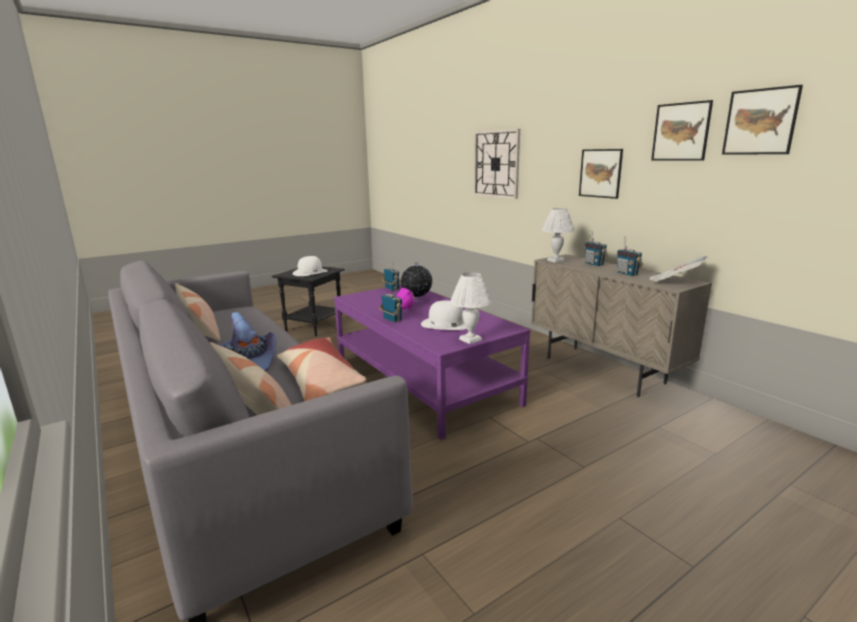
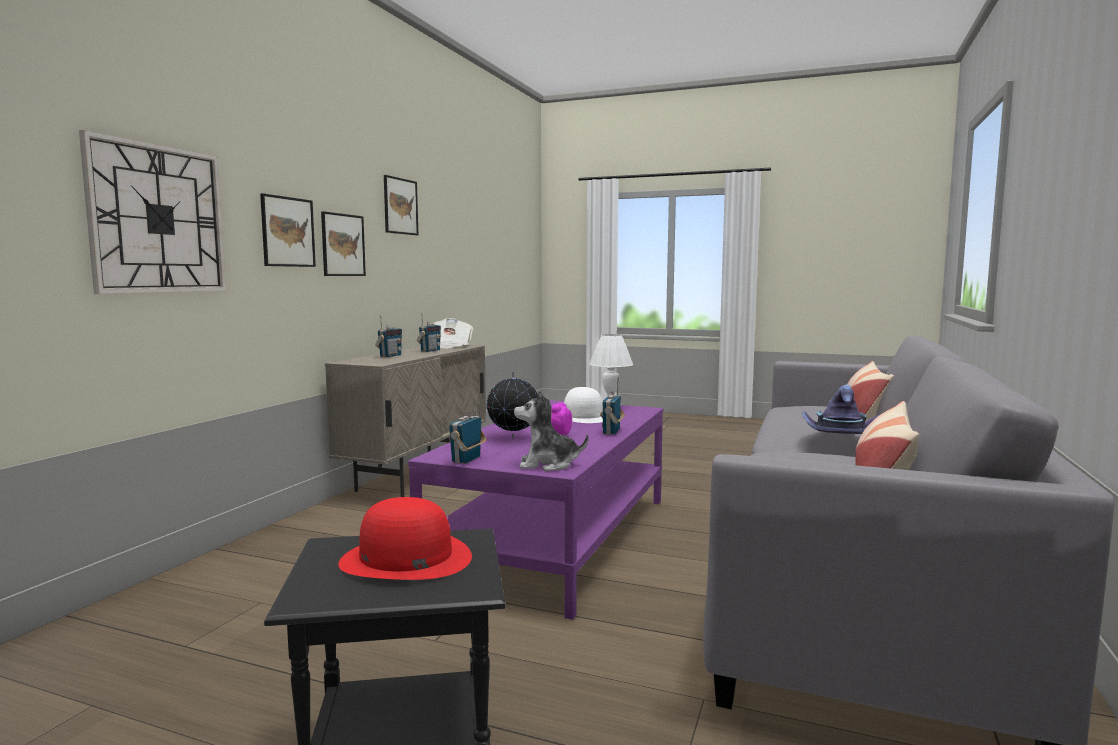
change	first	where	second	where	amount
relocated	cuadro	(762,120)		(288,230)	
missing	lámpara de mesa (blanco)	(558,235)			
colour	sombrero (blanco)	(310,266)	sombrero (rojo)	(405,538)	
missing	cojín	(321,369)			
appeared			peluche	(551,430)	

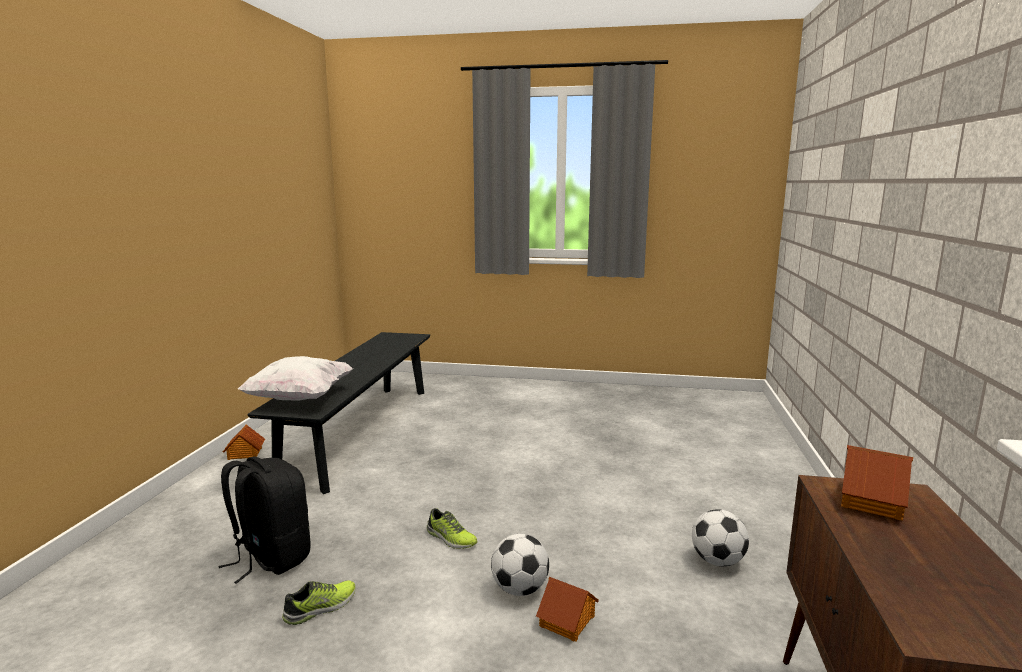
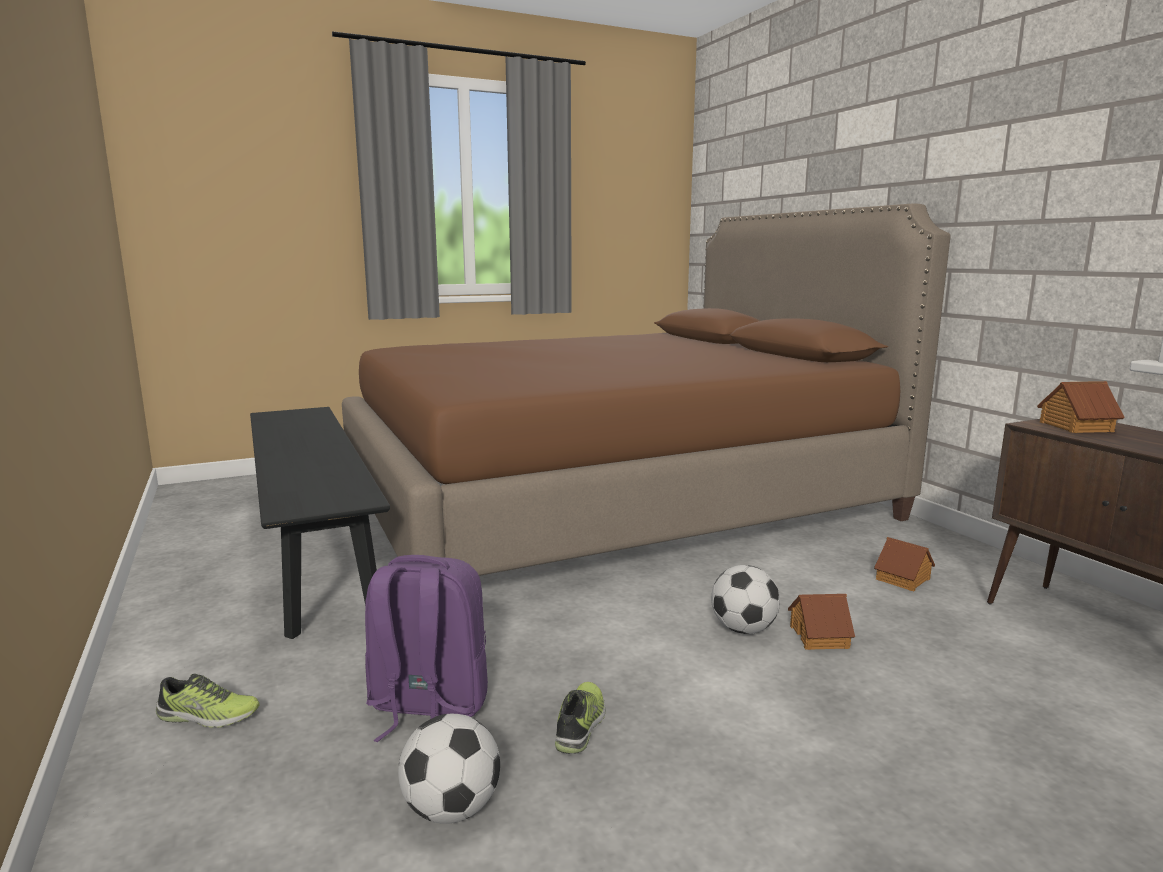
change	first	where	second	where	amount
missing	cojín (blanco)	(295,378)			
relocated	casita	(244,442)		(904,564)	
colour	mochila (negro)	(264,520)	mochila (morado)	(426,648)	
relocated	zapato	(452,528)		(208,701)	
relocated	balón de fútbol	(720,537)		(449,769)	
appeared			cama (marrón)	(646,390)	

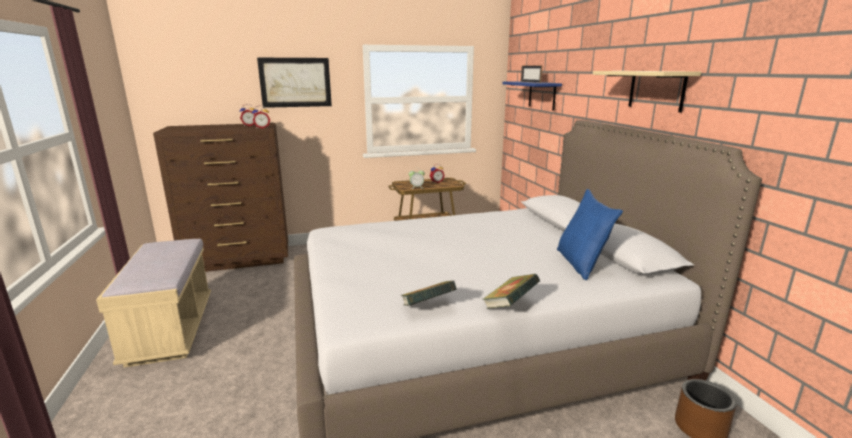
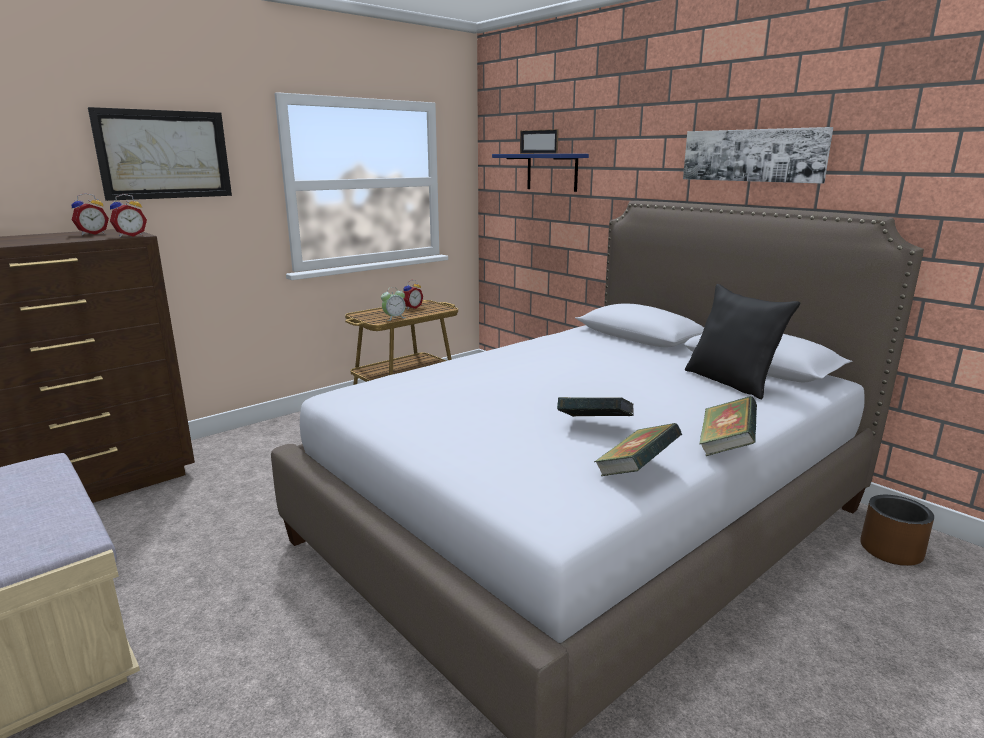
change	first	where	second	where	amount
exchanged	estante (beis)	(647,91)	cuadro	(758,155)	
colour	cojín (azul)	(590,234)	cojín (negro)	(742,341)	
appeared			libro	(595,407)	

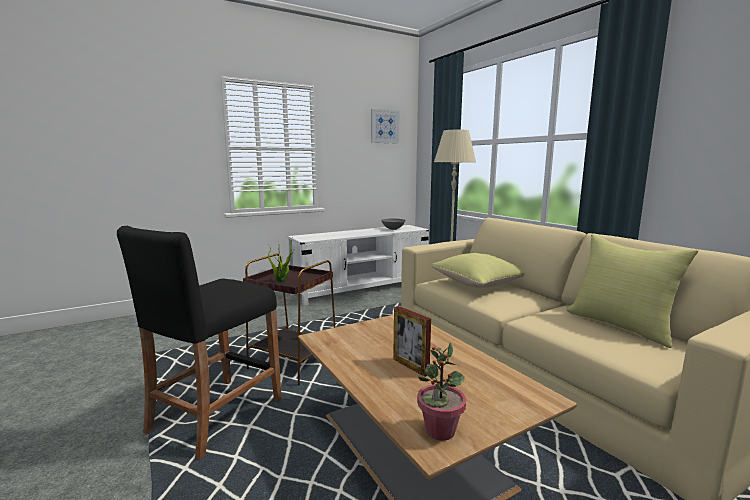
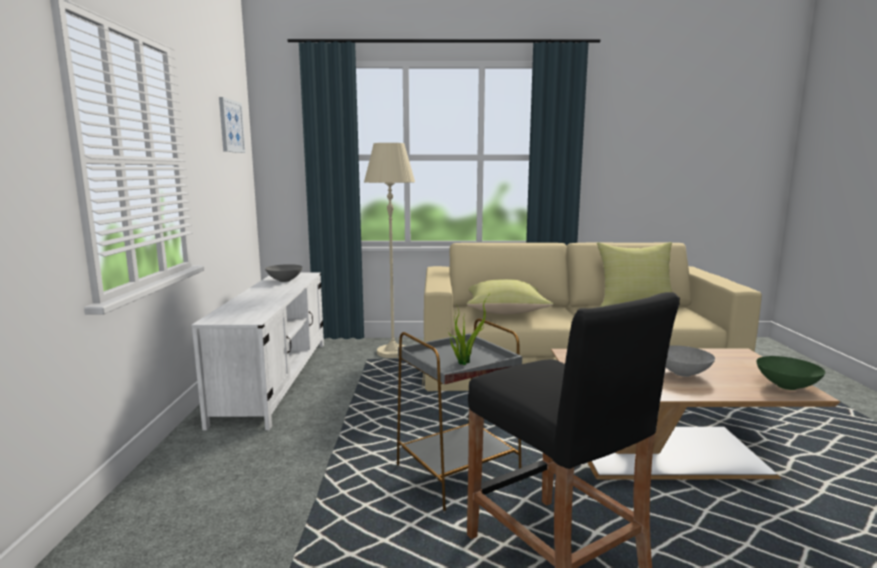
change	first	where	second	where	amount
colour	mesa auxiliar (marrón)	(289,319)	mesa auxiliar (gris)	(459,416)	
exchanged	portarretratos	(412,341)	cuenco (gris)	(690,361)	
exchanged	planta en maceta	(441,391)	cuenco (verde)	(790,373)	

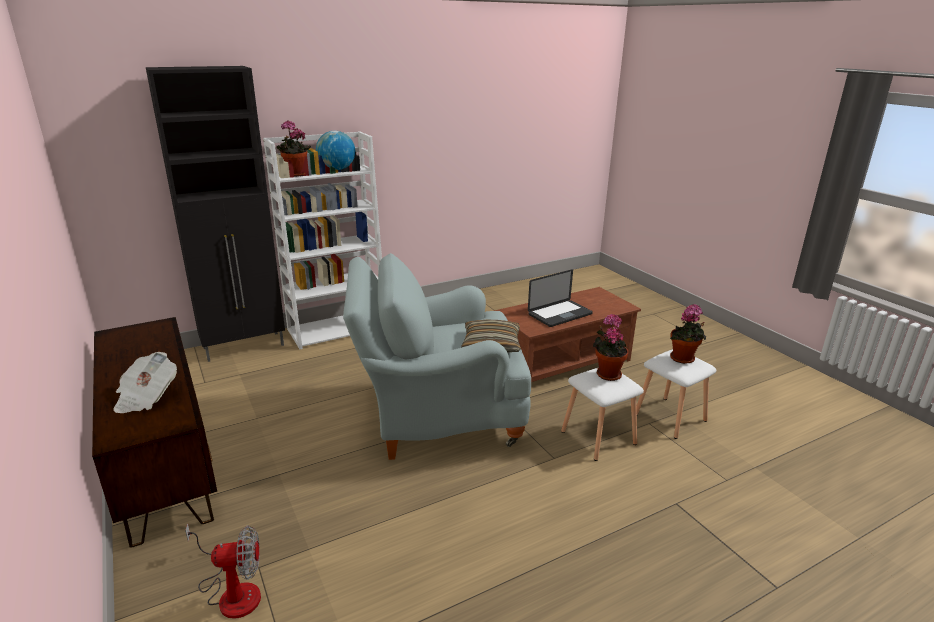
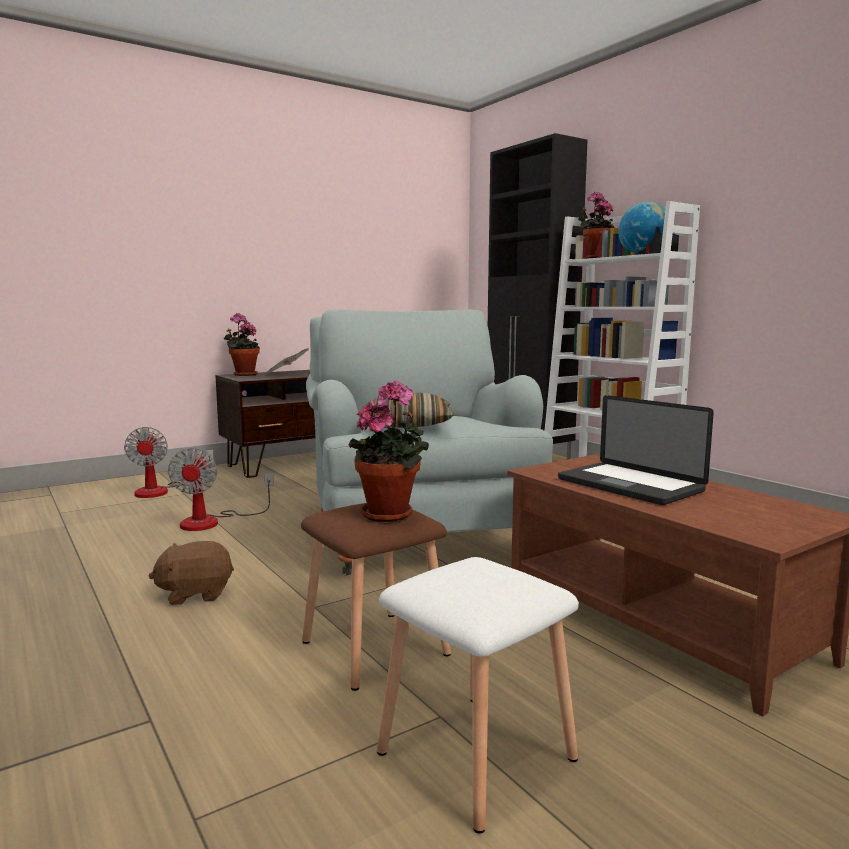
change	first	where	second	where	amount
relocated	planta en maceta	(688,334)		(241,344)	
colour	taburete (blanco)	(602,414)	taburete (marrón)	(376,597)	
appeared			ventilador	(221,489)	
appeared			peluche (marrón)	(191,573)	

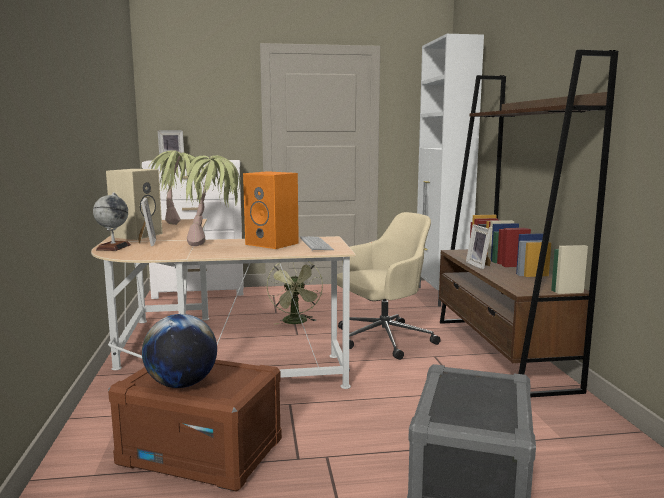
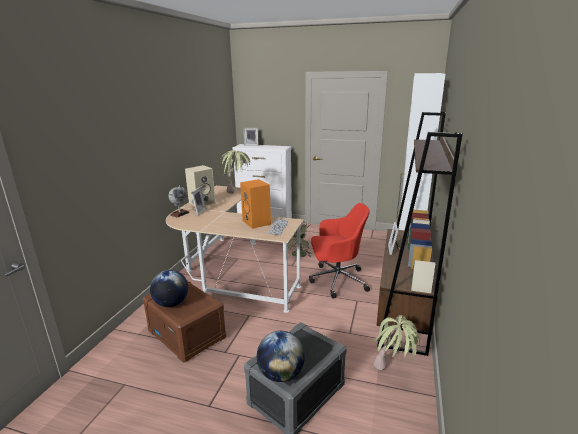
change	first	where	second	where	amount
relocated	planta en maceta	(210,200)		(396,342)	
colour	silla de oficina (beis)	(389,286)	silla de oficina (rojo)	(339,250)	
appeared			globo terráqueo	(281,356)	

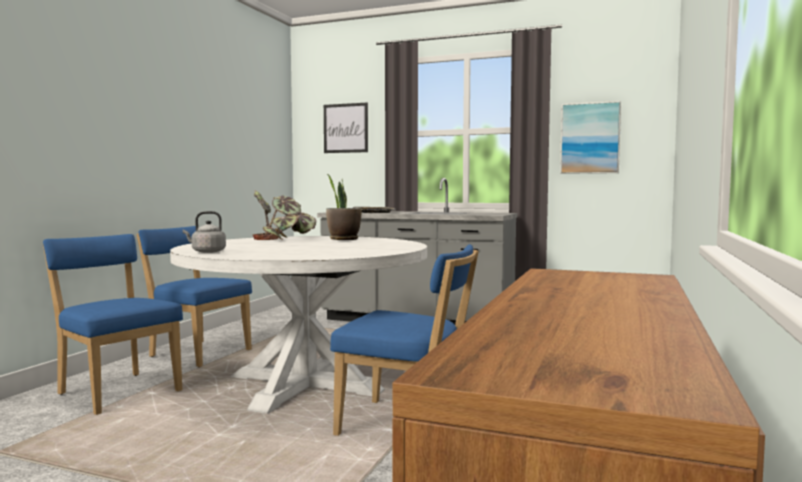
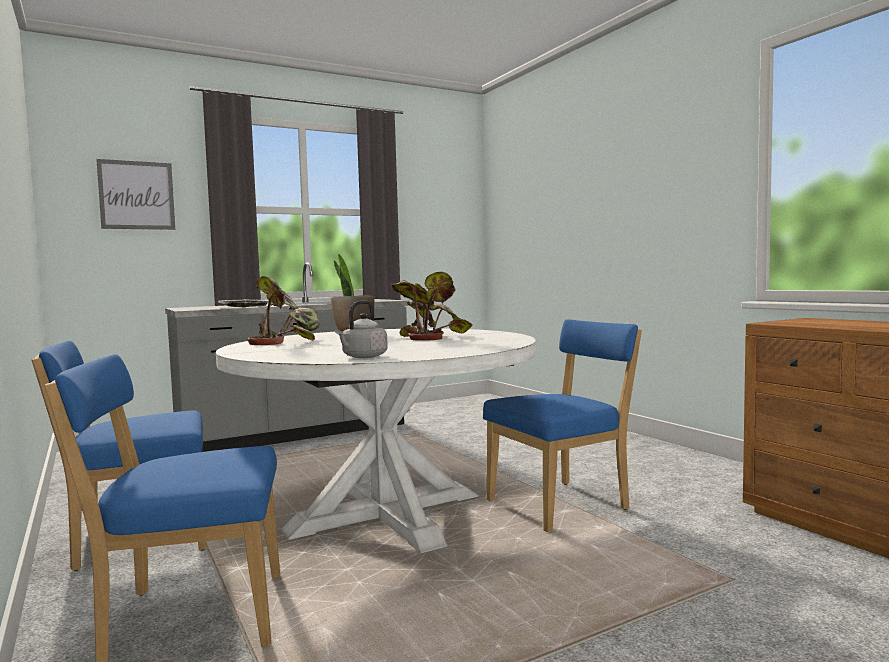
change	first	where	second	where	amount
missing	cuadro	(590,137)			
appeared			planta en maceta	(432,306)	

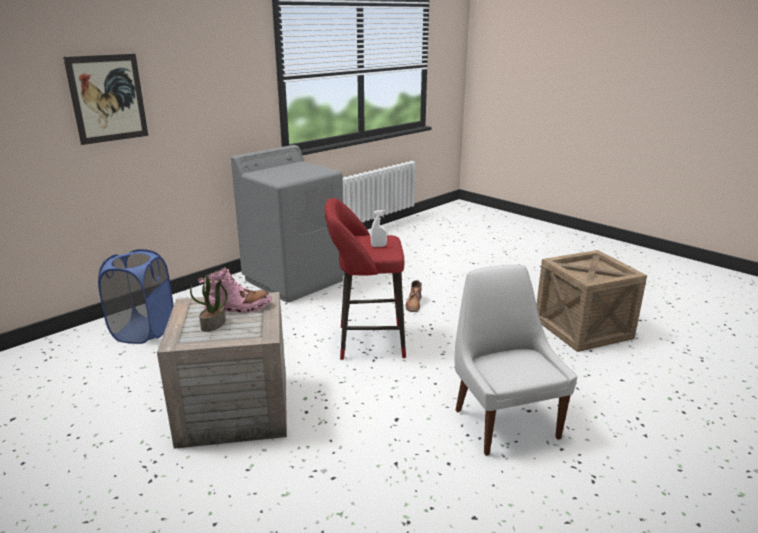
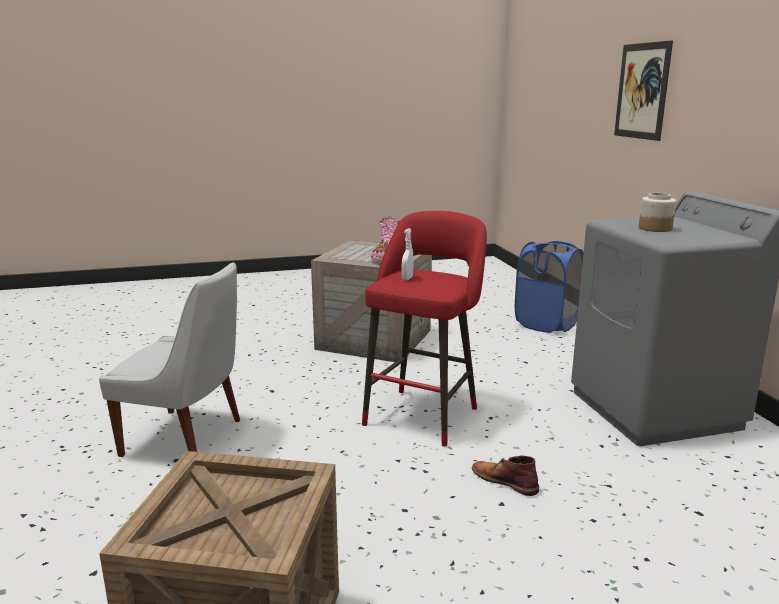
change	first	where	second	where	amount
missing	planta en maceta	(209,303)			
appeared			tarro	(657,212)	

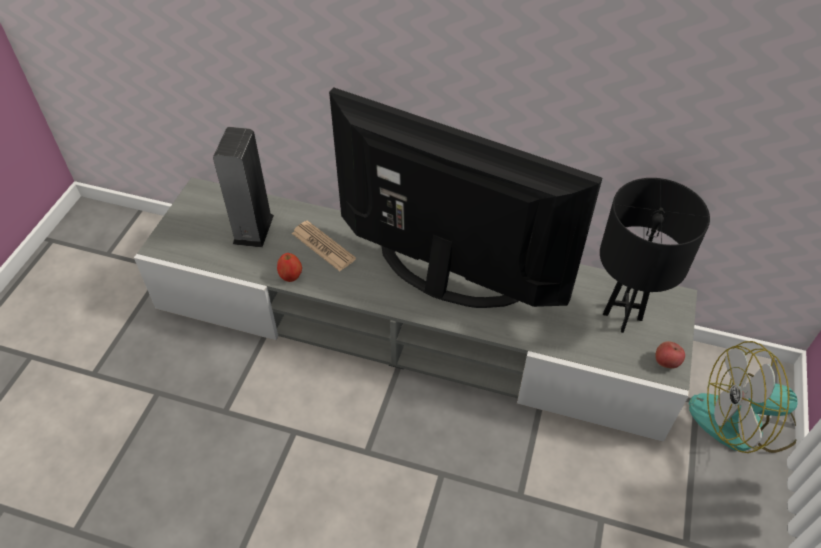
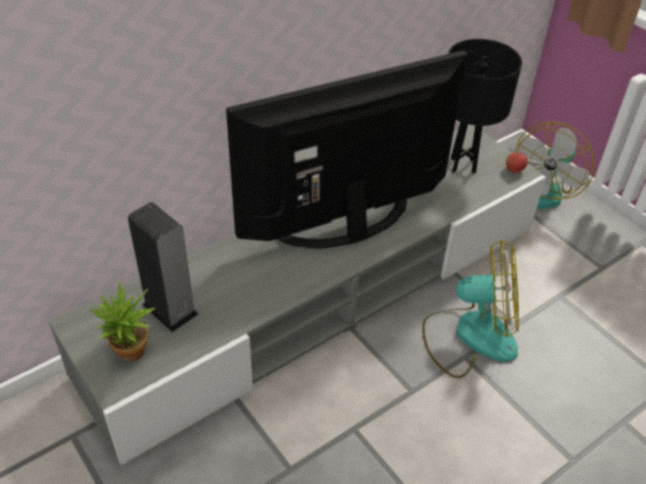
change	first	where	second	where	amount
missing	periódico	(324,245)			
missing	manzana	(289,267)			
appeared			ventilador	(470,309)	
appeared			planta en maceta	(122,321)	

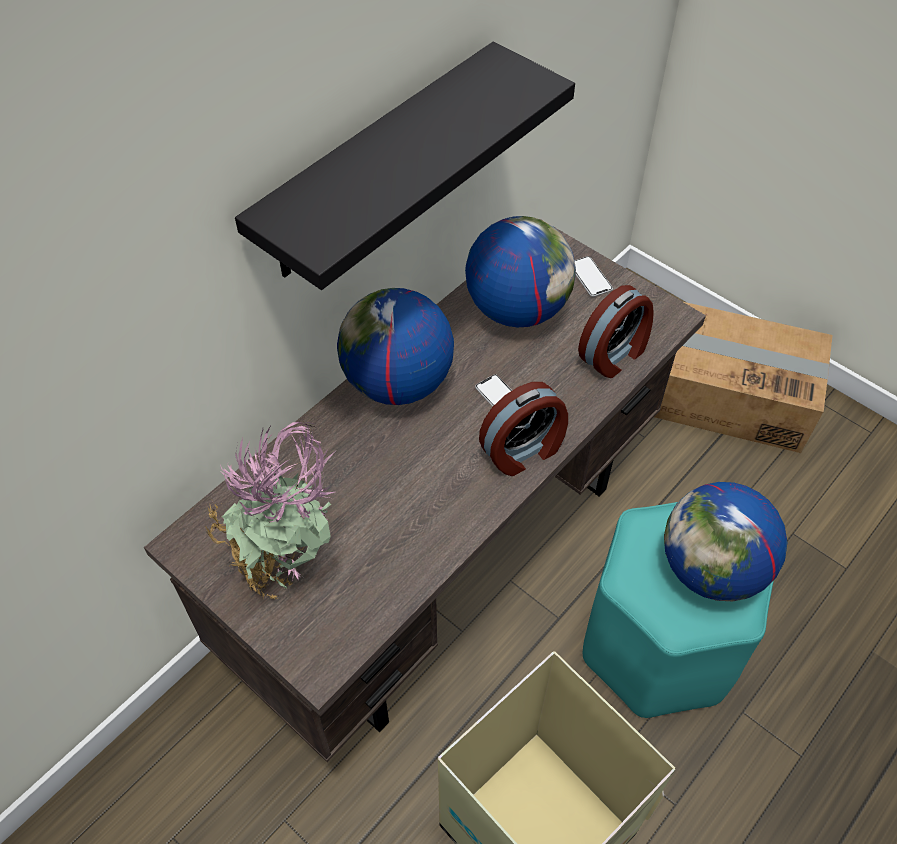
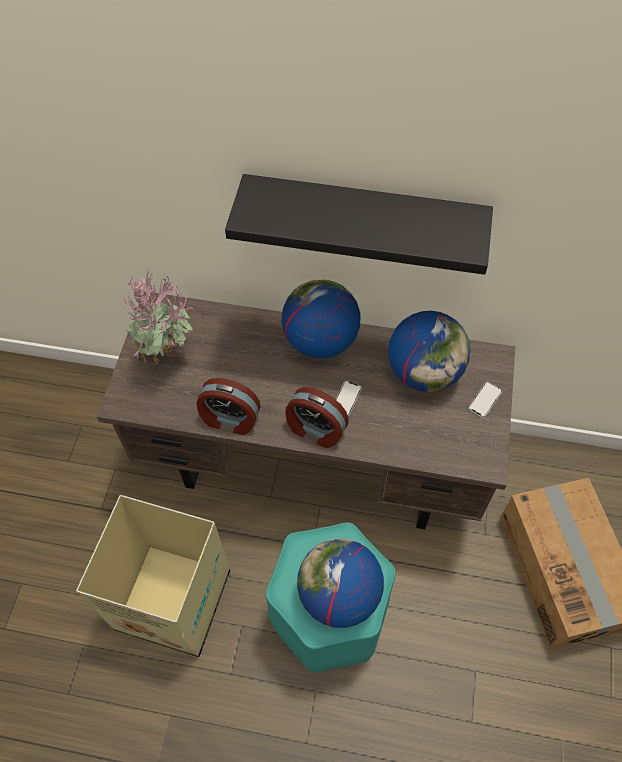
change	first	where	second	where	amount
relocated	despertador	(616,331)		(228,406)	

